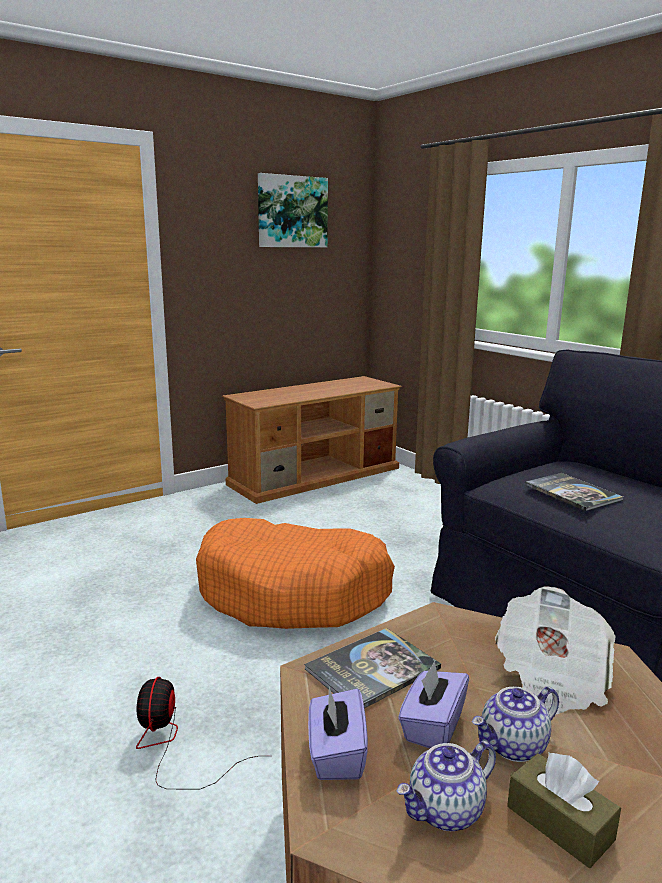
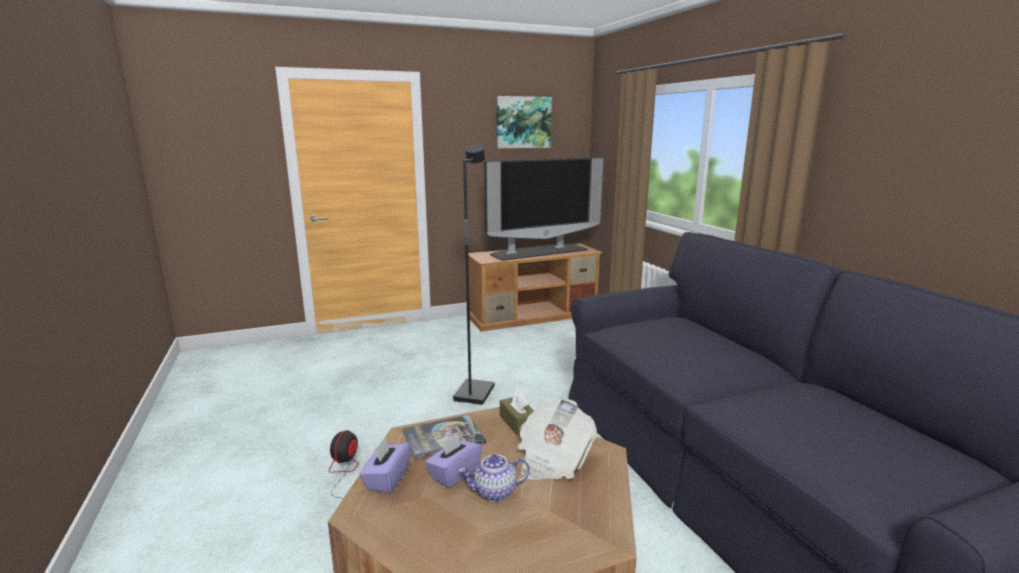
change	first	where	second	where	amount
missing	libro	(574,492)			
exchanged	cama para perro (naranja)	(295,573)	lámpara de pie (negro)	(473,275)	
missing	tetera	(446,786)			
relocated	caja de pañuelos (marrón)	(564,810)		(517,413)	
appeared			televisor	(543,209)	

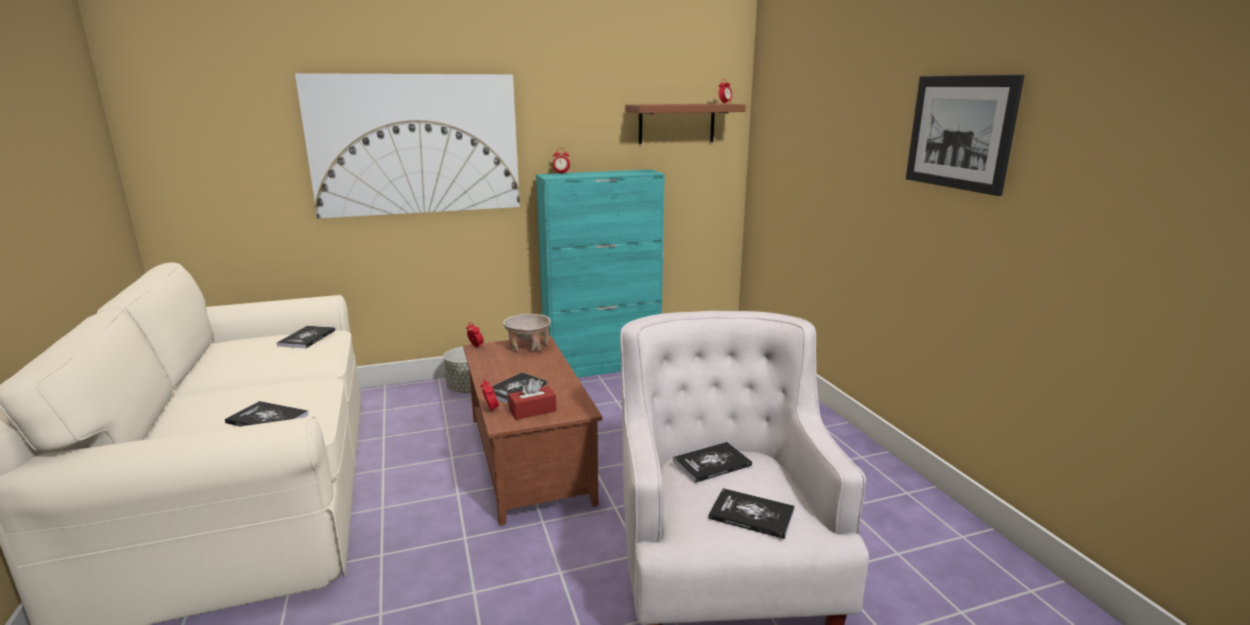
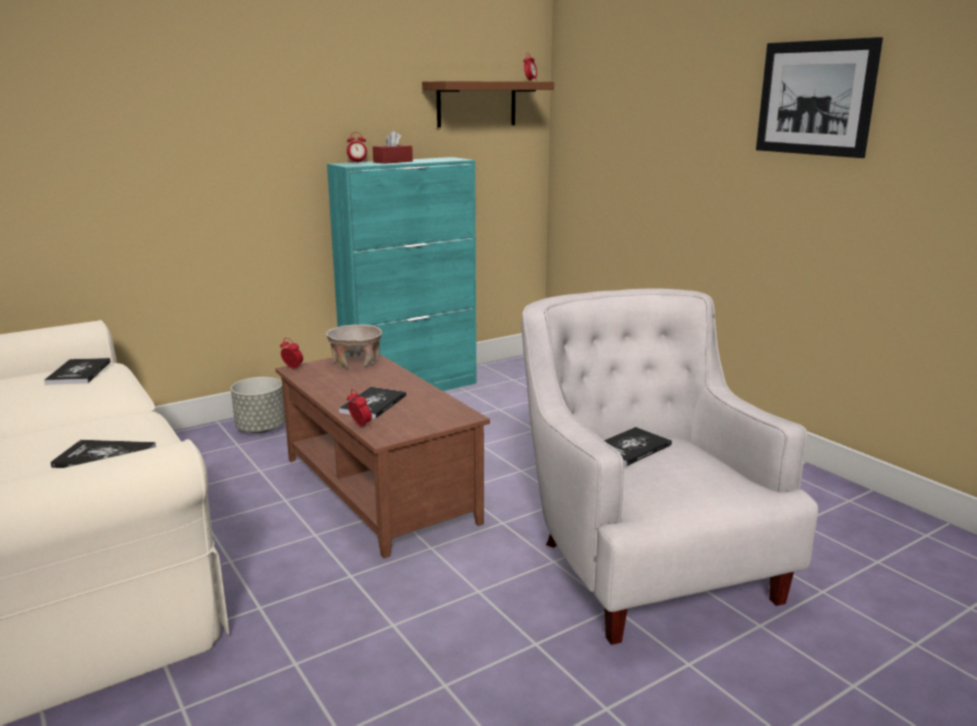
change	first	where	second	where	amount
missing	cuadro	(407,146)			
relocated	caja de pañuelos (rojo)	(532,399)		(393,147)	
missing	libro	(752,513)			

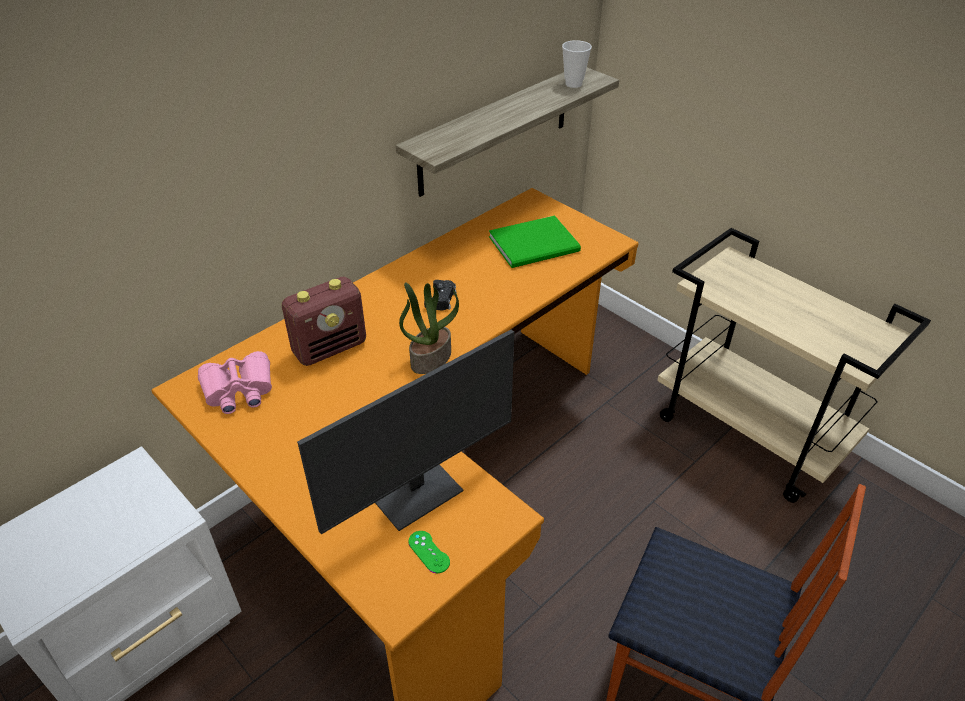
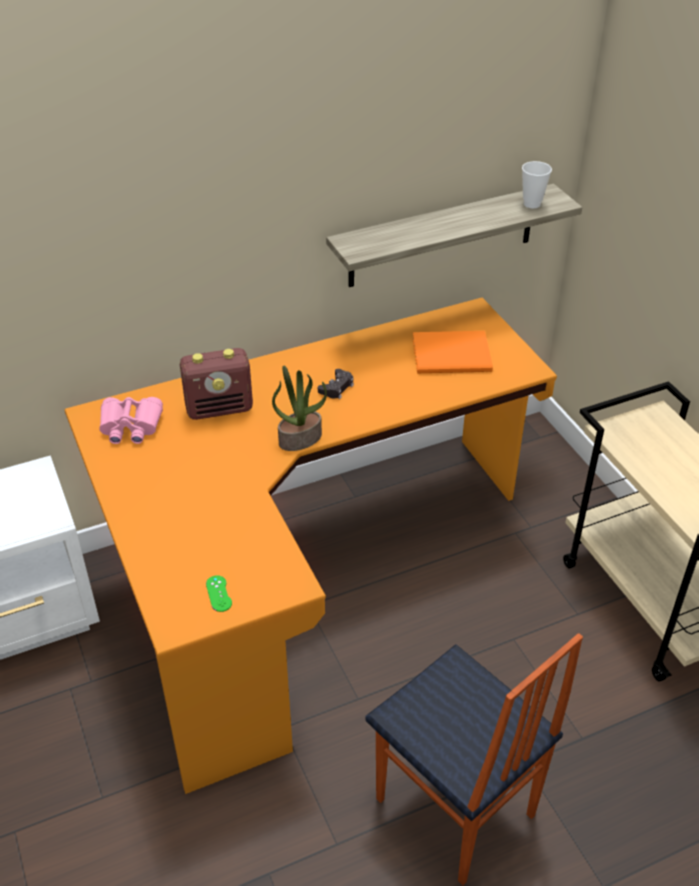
change	first	where	second	where	amount
colour	libro (verde)	(535,242)	libro (naranja)	(452,352)	
missing	monitor	(405,431)			

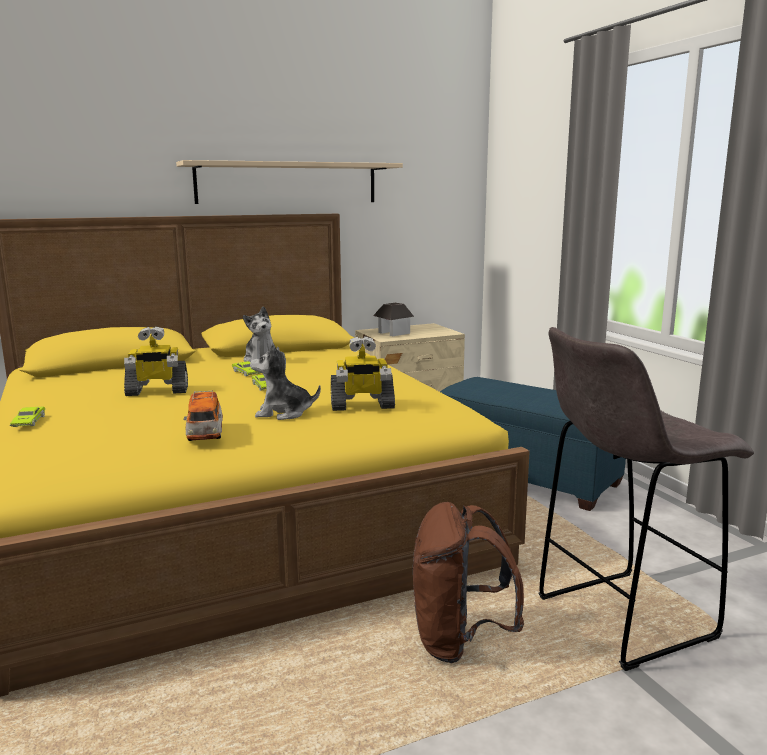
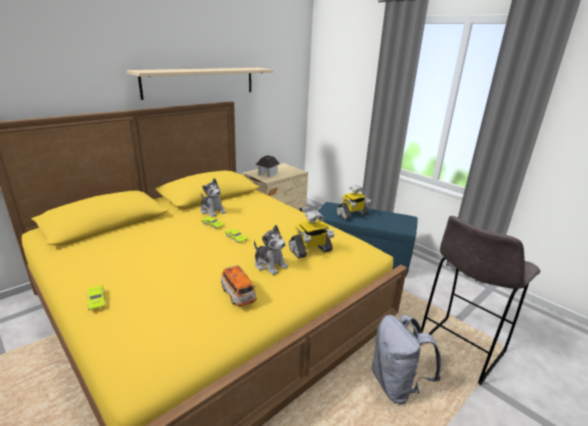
change	first	where	second	where	amount
relocated	robot de juguete	(156,361)		(353,202)	
spun	peluche	(285,381)		(271,250)	120 degrees counterclockwise
colour	mochila (marrón)	(468,582)	mochila (gris)	(406,359)	

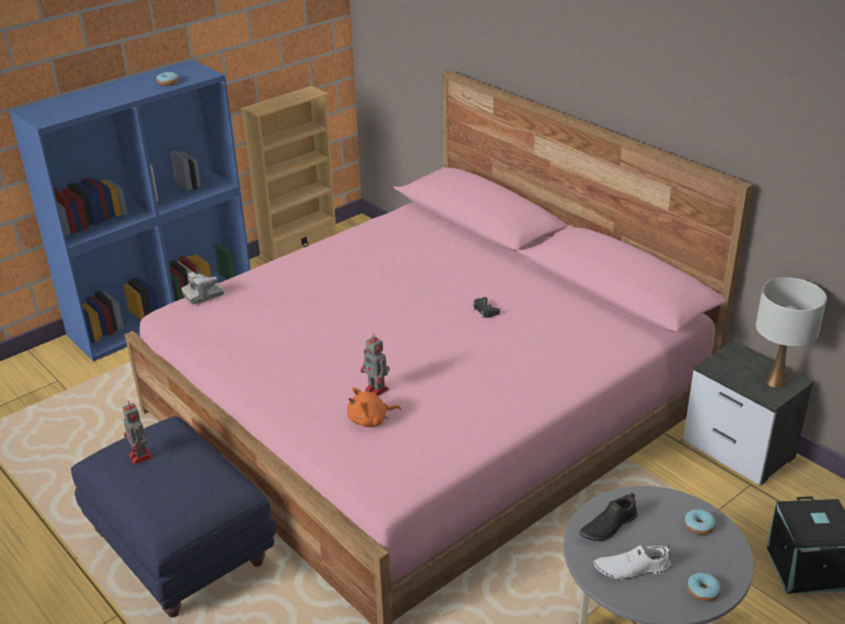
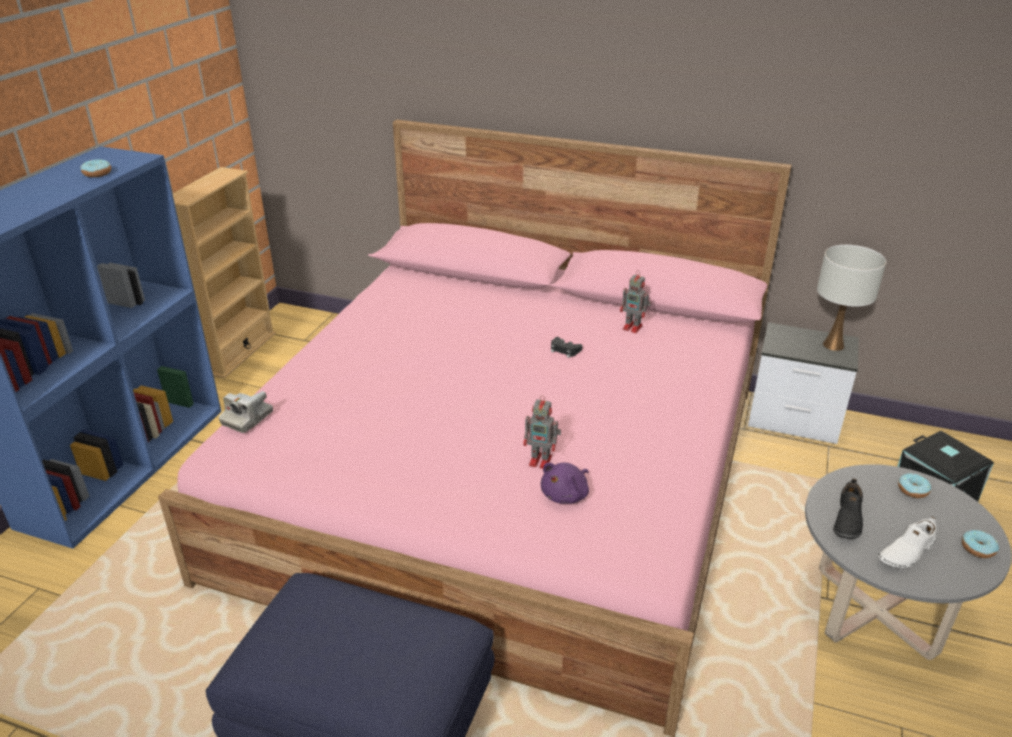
change	first	where	second	where	amount
colour	peluche (naranja)	(374,407)	peluche (morado)	(565,483)	
relocated	robot de juguete	(137,433)		(635,301)	

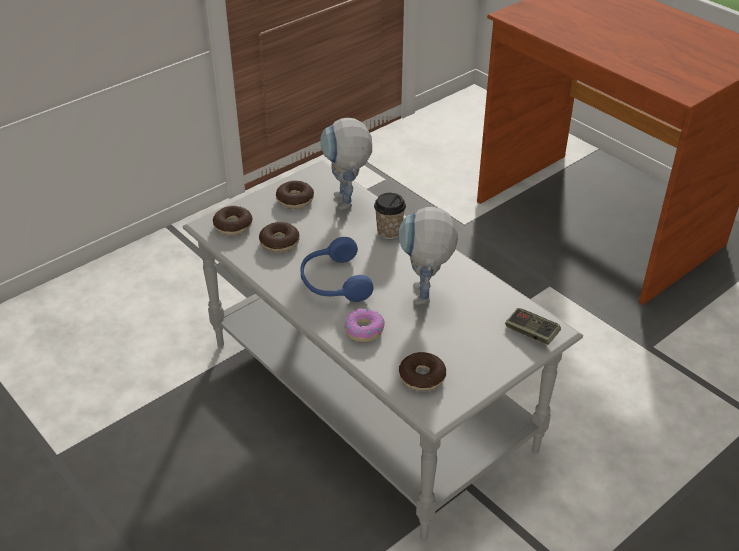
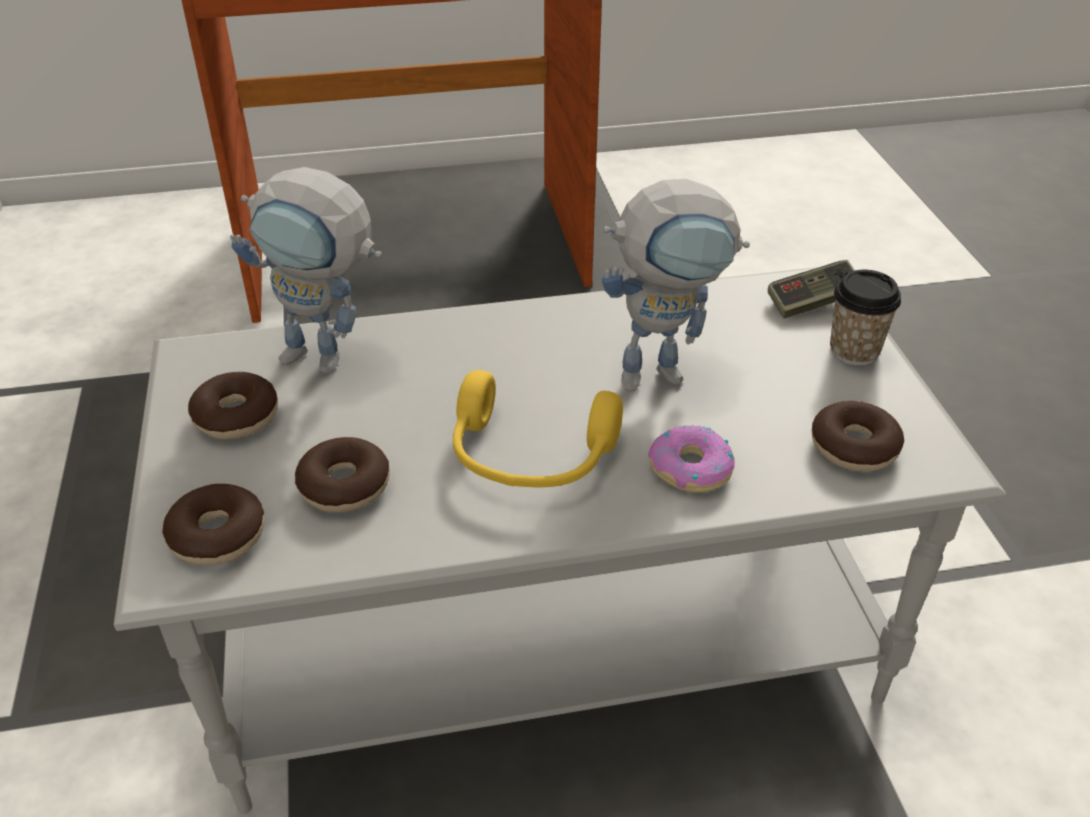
change	first	where	second	where	amount
relocated	taza	(390,216)		(865,317)	
spun	robot de juguete	(428,255)		(676,285)	45 degrees counterclockwise
colour	auriculares (azul)	(337,269)	auriculares (amarillo)	(538,429)	

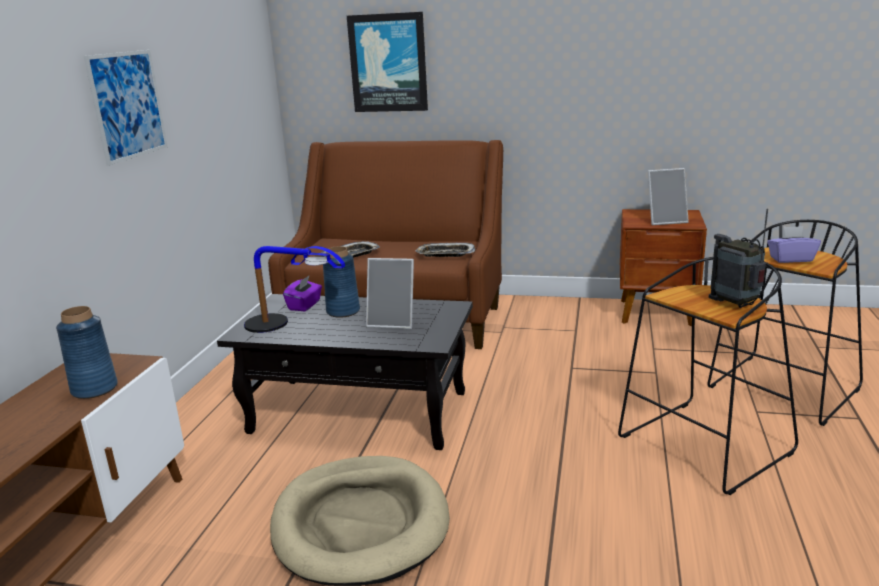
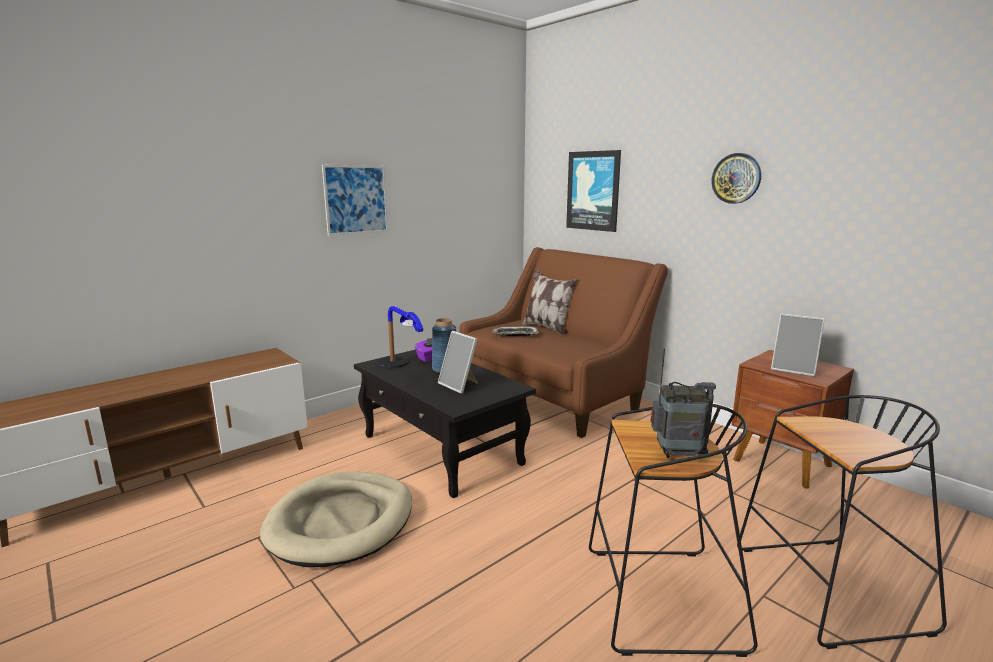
change	first	where	second	where	amount
spun	radio	(738,259)		(683,403)	90 degrees clockwise
missing	caja de pañuelos (morado)	(794,244)			
missing	bandeja	(445,250)			
missing	florero (azul)	(87,352)			
appeared			reloj de pared	(736,178)	
appeared			cojín	(549,302)	

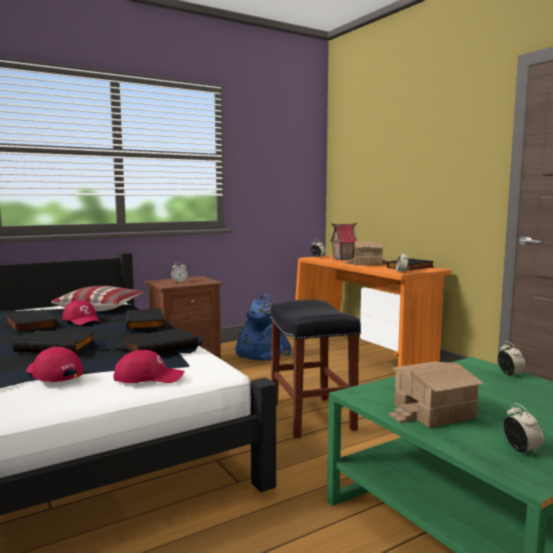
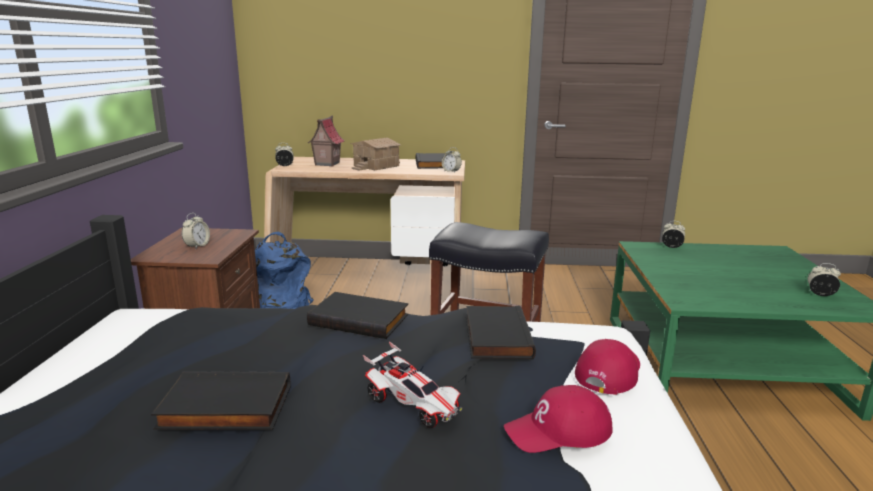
change	first	where	second	where	amount
colour	escritorio (naranja)	(372,311)	escritorio (beis)	(364,211)	
missing	cojín	(97,298)			
missing	gorra (rojo)	(81,312)			
exchanged	libro (negro)	(54,342)	coche de juguete	(412,385)	
missing	casita	(436,395)			

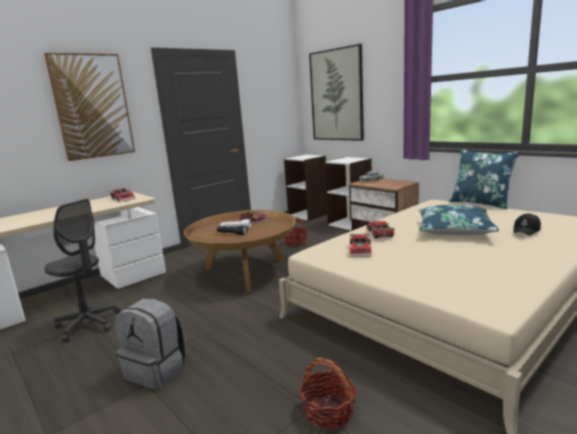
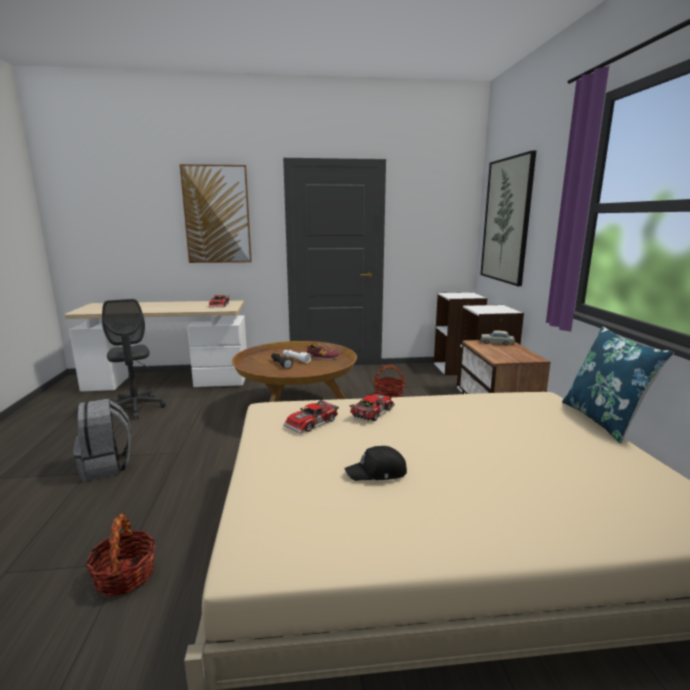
change	first	where	second	where	amount
missing	cojín (azul)	(459,220)			
relocated	gorra (negro)	(527,224)		(375,463)	

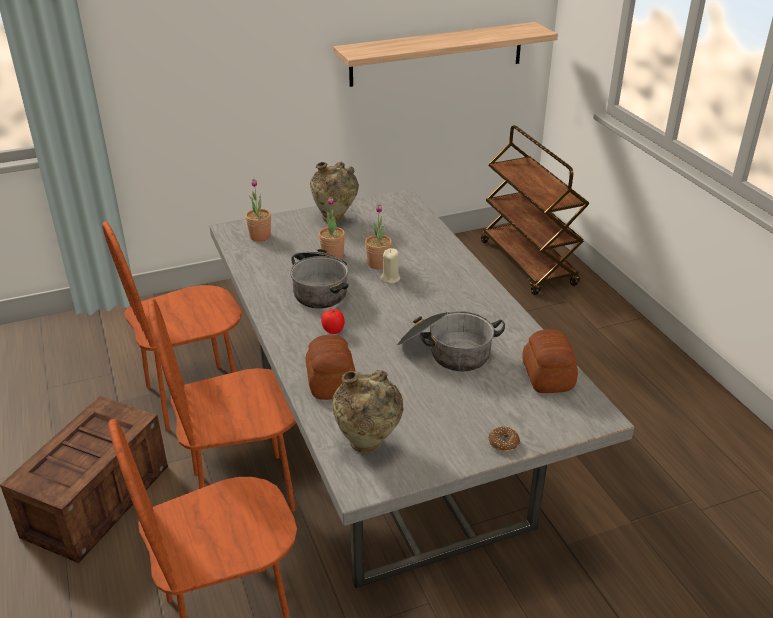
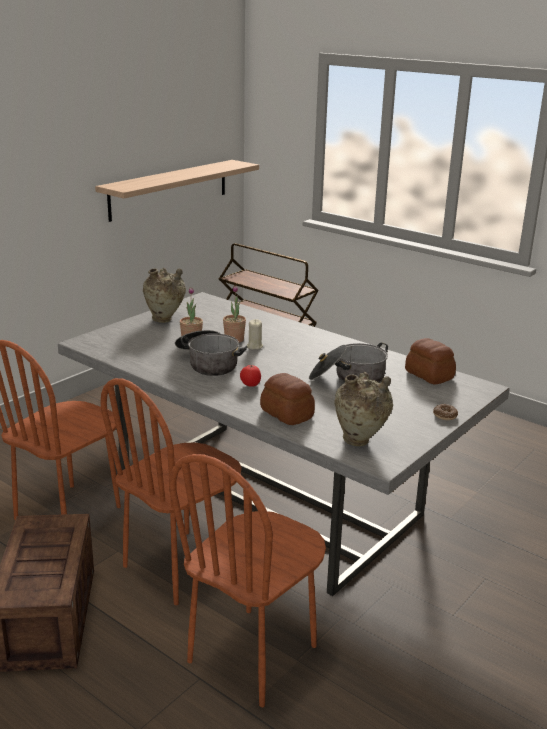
change	first	where	second	where	amount
missing	planta en maceta	(258,210)			

